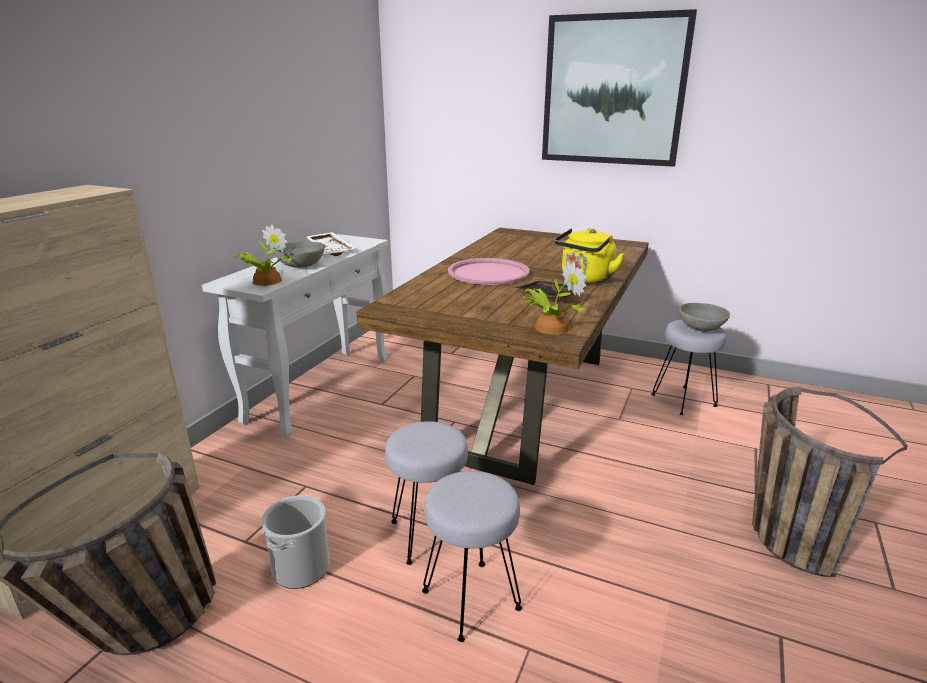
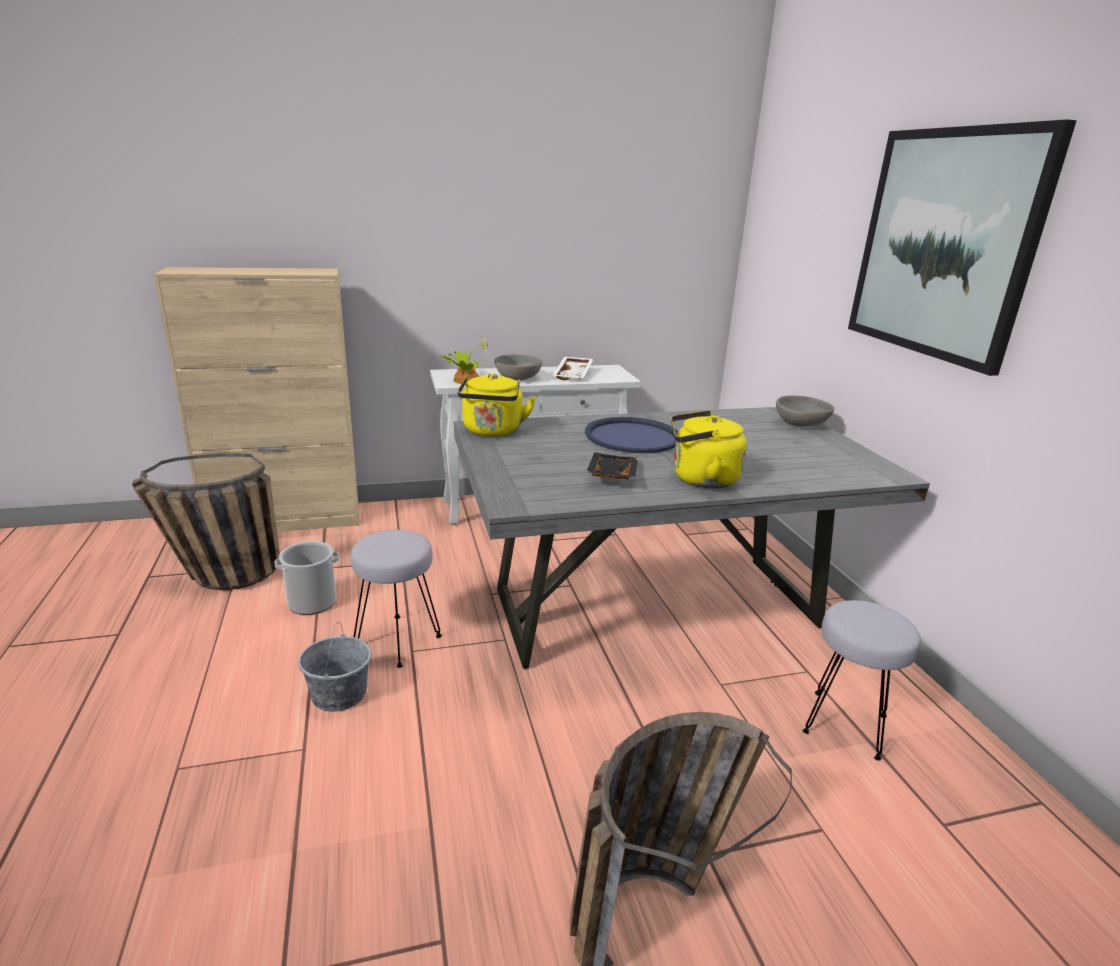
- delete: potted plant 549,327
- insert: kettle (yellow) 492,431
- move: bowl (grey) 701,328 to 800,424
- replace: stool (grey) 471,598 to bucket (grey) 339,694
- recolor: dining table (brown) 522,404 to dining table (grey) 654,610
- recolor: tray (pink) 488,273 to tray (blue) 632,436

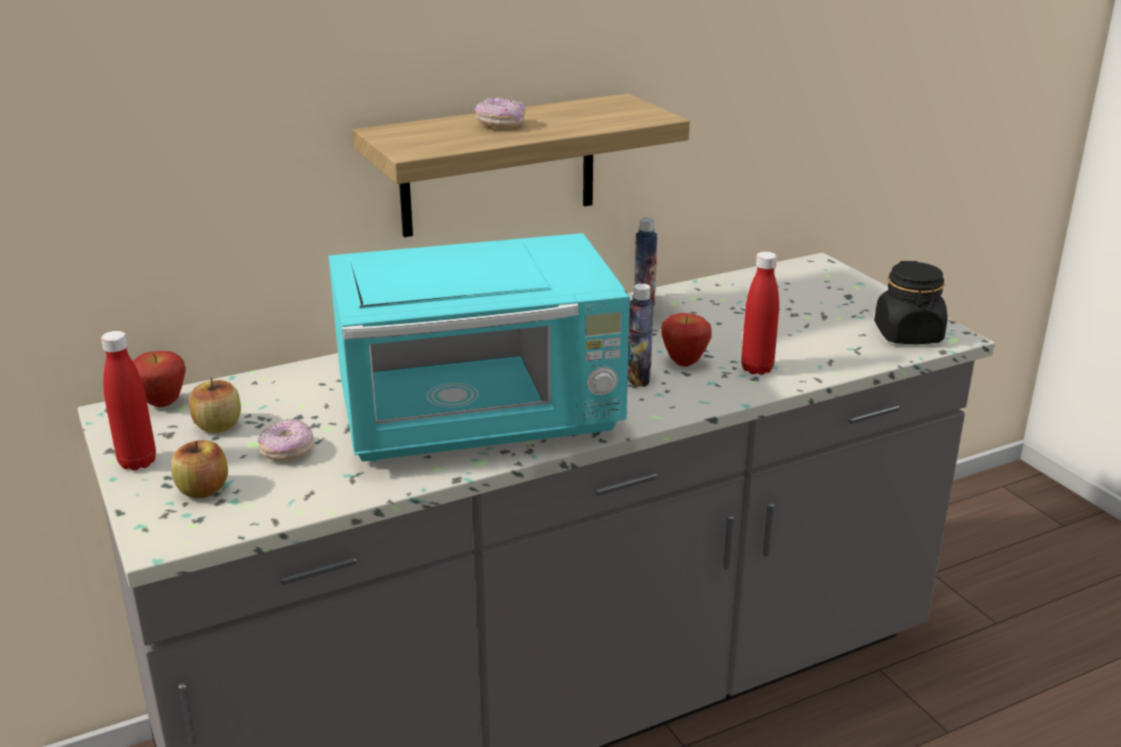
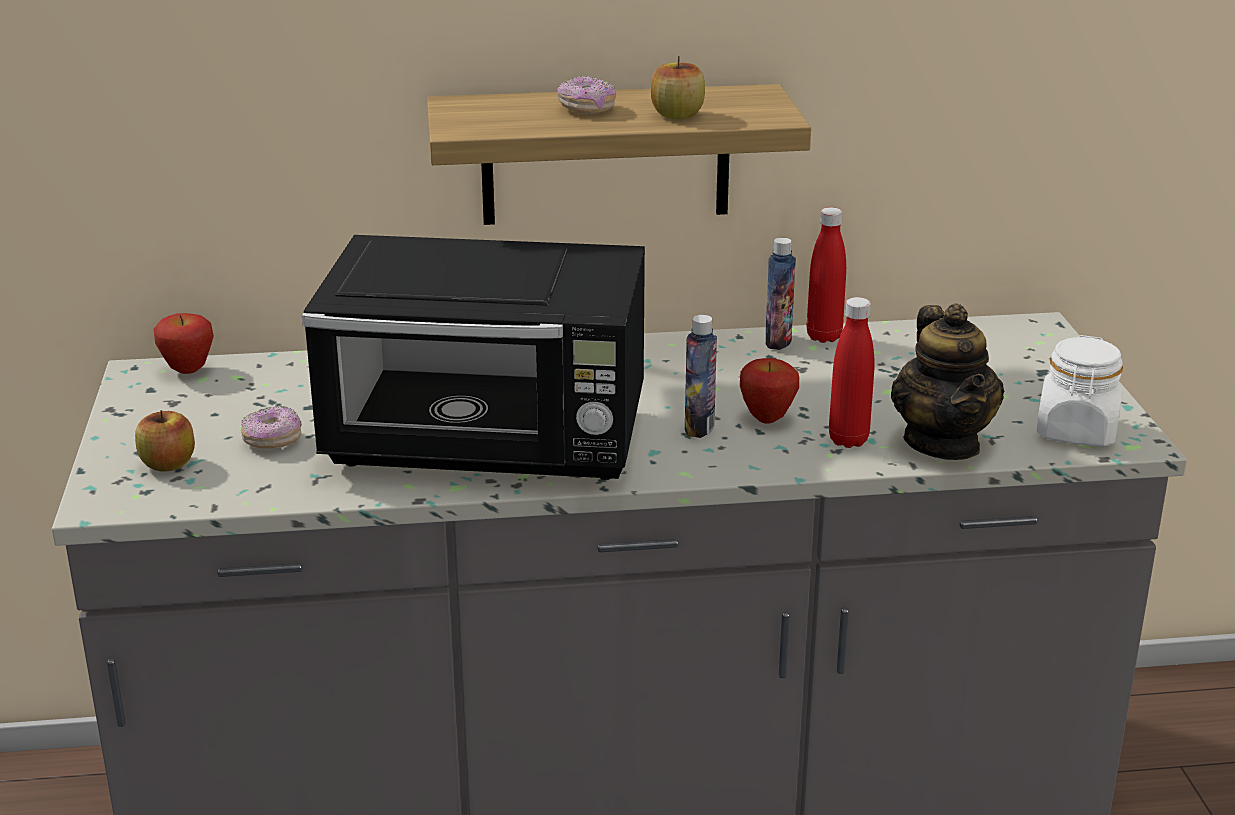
- insert: teapot 943,443
- move: bottle (red) 137,462 to 824,336
- move: apple 218,426 to 677,115
- recolor: microwave (turquoise) 482,421 to microwave (black) 491,444
- recolor: jar (black) 908,335 to jar (white) 1076,431

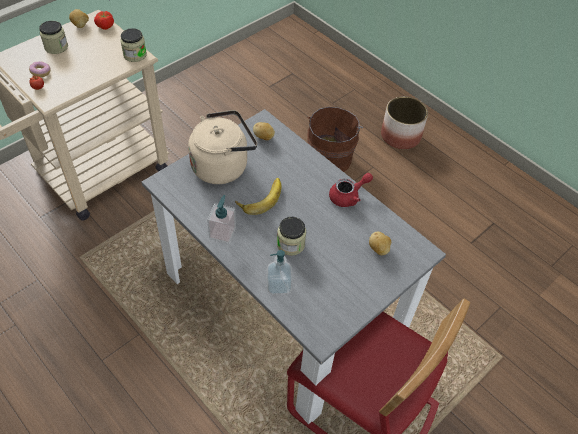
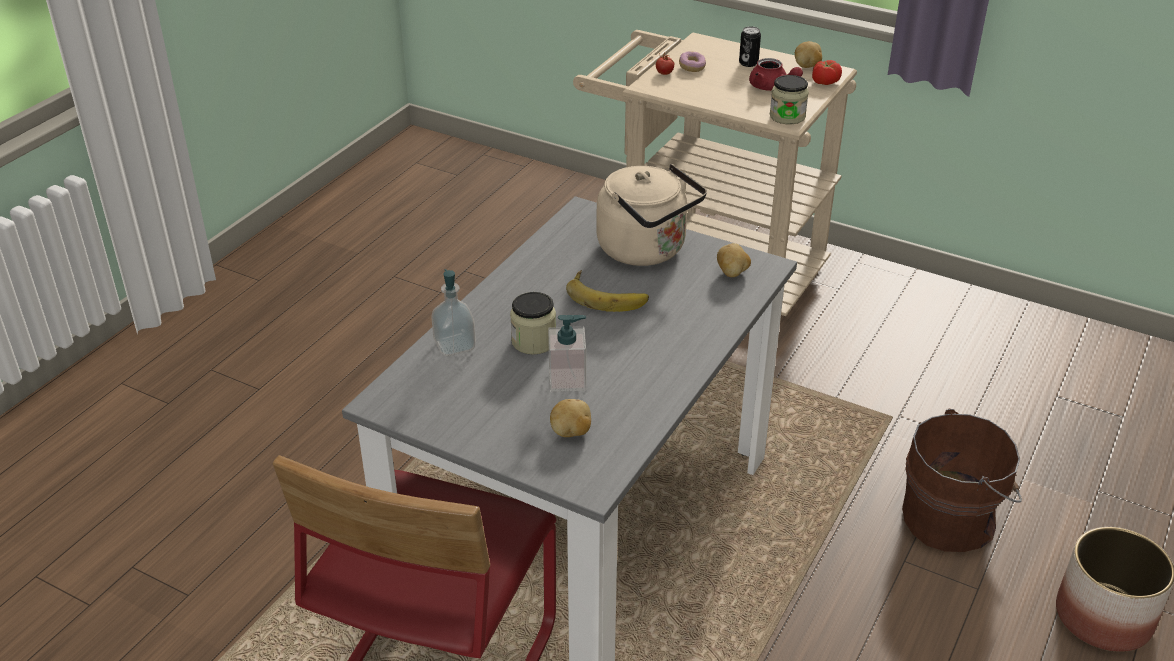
- move: soap dispenser 222,233 to 567,380
- move: teapot (red) 348,196 to 772,87
- replace: jar 56,47 to can 748,63

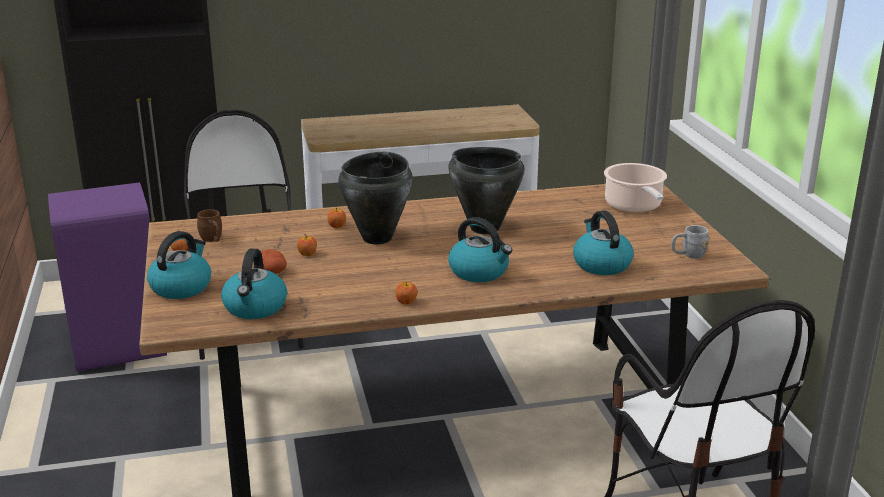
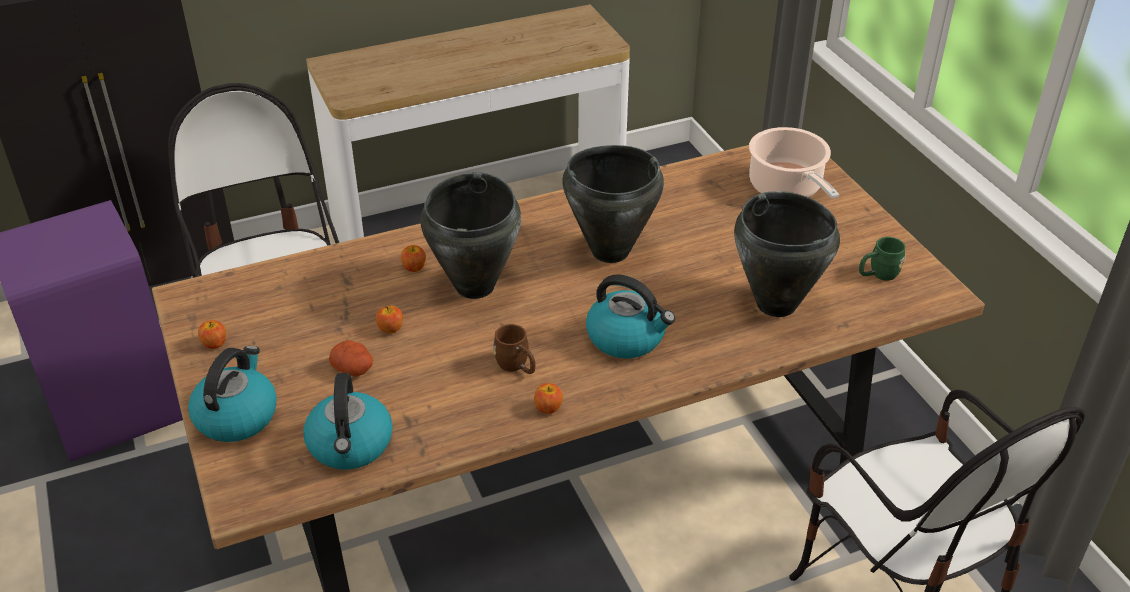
- move: mug (brown) 213,240 to 516,367
- replace: kettle 601,264 to cooking pot (black) 776,305
- recolor: mug (grey) 688,255 to mug (green) 878,275

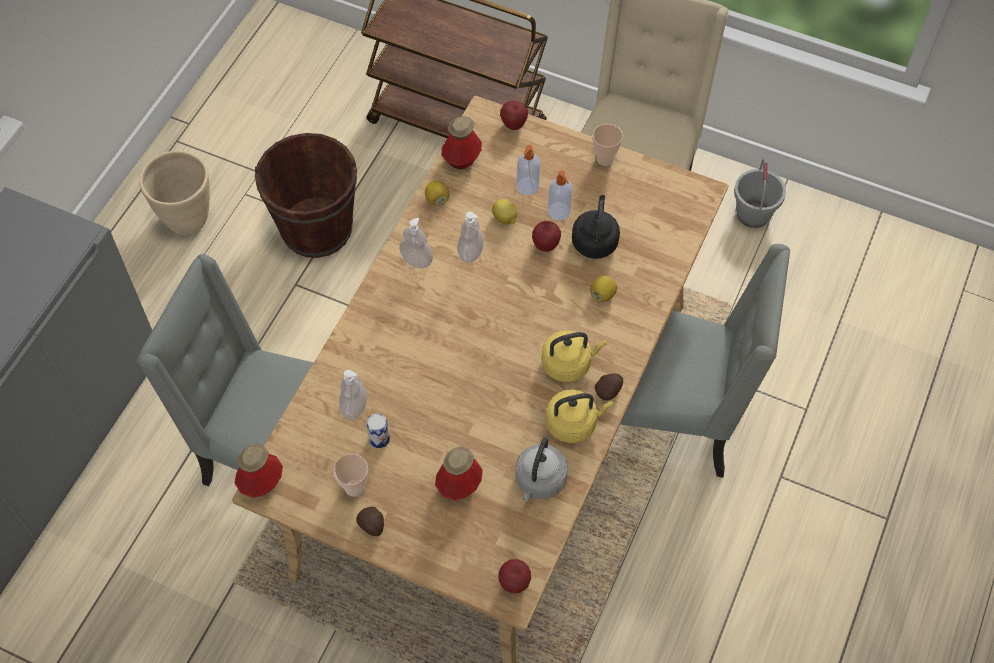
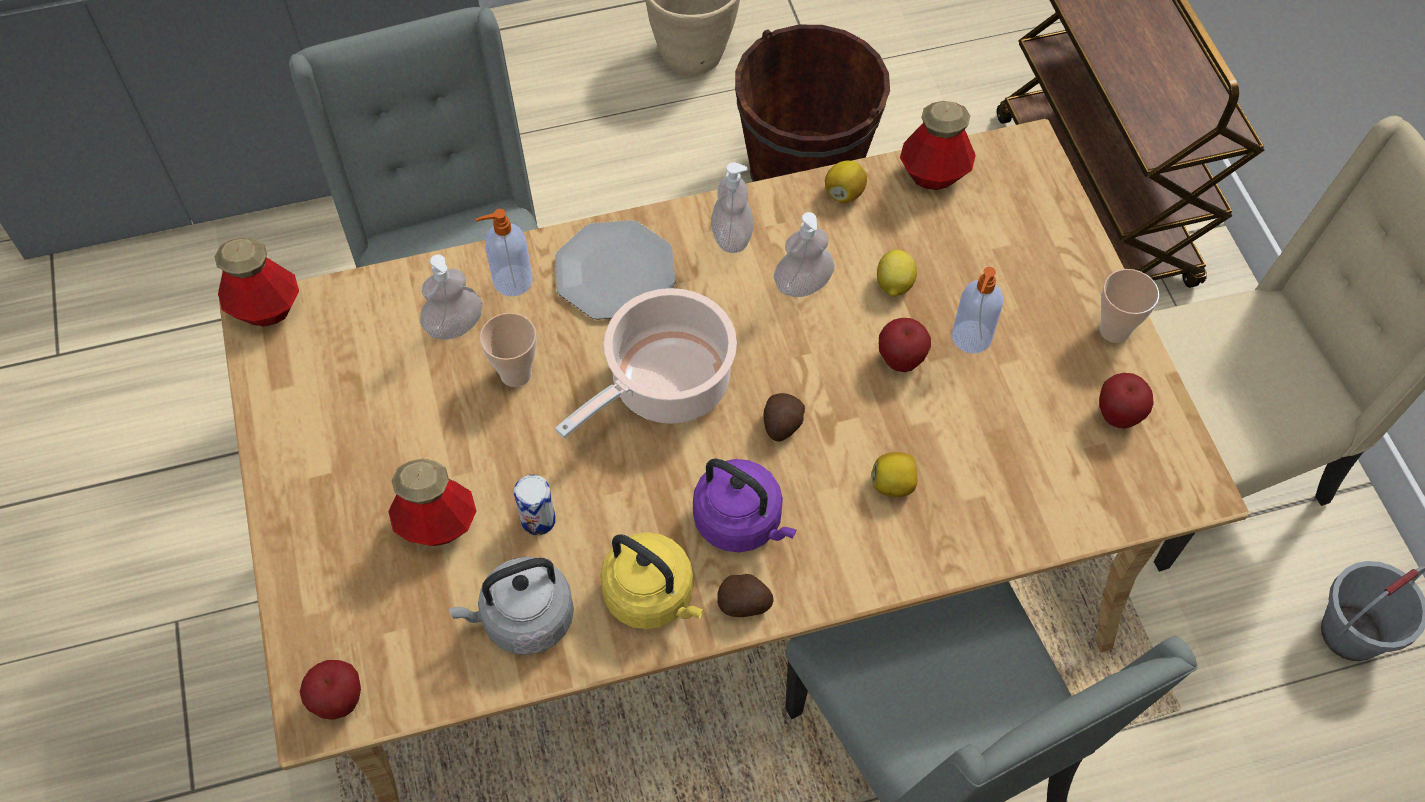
- delete: kettle (black) 595,241
- insert: plate 615,272
- insert: cooking pot 664,386
- move: cup 354,487 to 516,374
- move: potato 372,526 to 781,426
- move: can 379,439 to 538,520
- move: apple 513,125 to 1118,416
- move: soap dispenser 527,187 to 511,281
- recolor: kettle (yellow) 569,364 to kettle (purple) 741,522

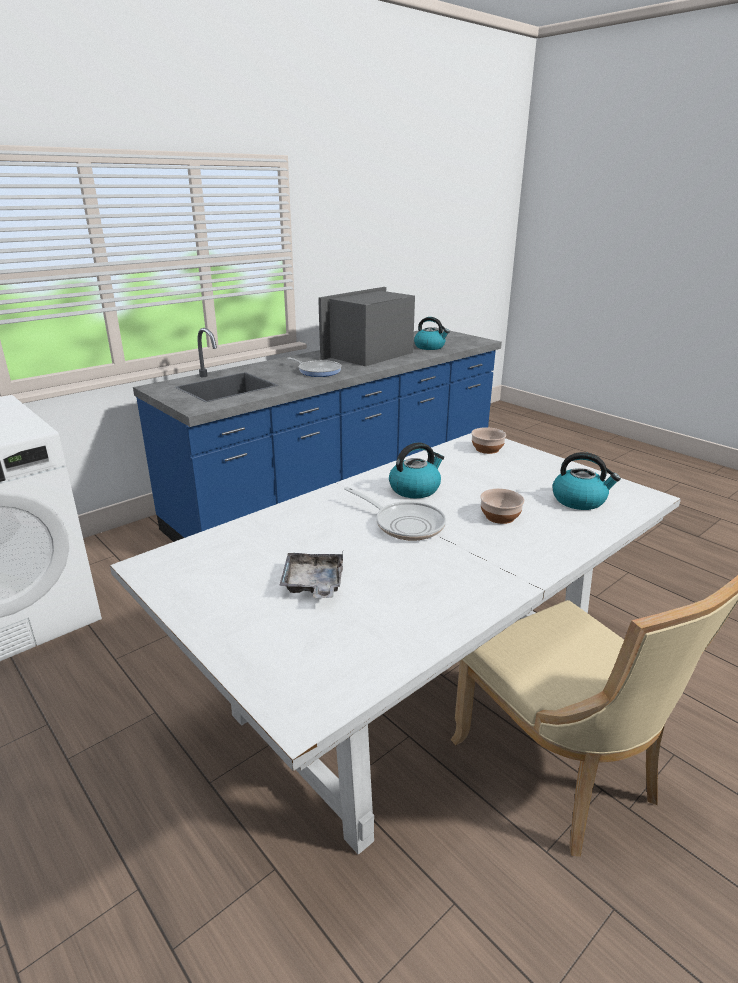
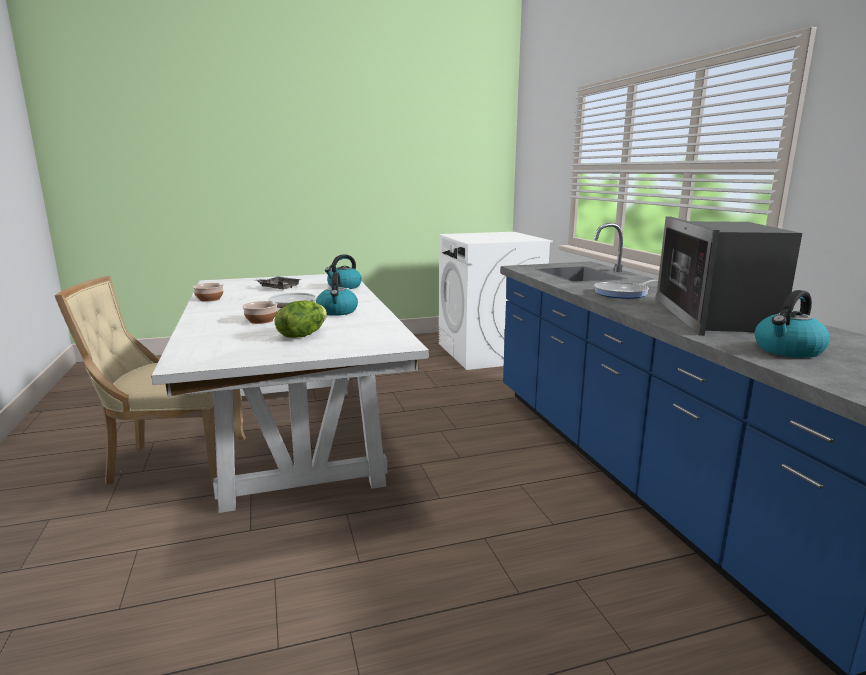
- insert: lettuce 302,335
- move: bowl 487,449 to 209,299
- move: kettle 579,500 to 344,287
- rotate: microwave 370,354 = 714,316 150 degrees counterclockwise

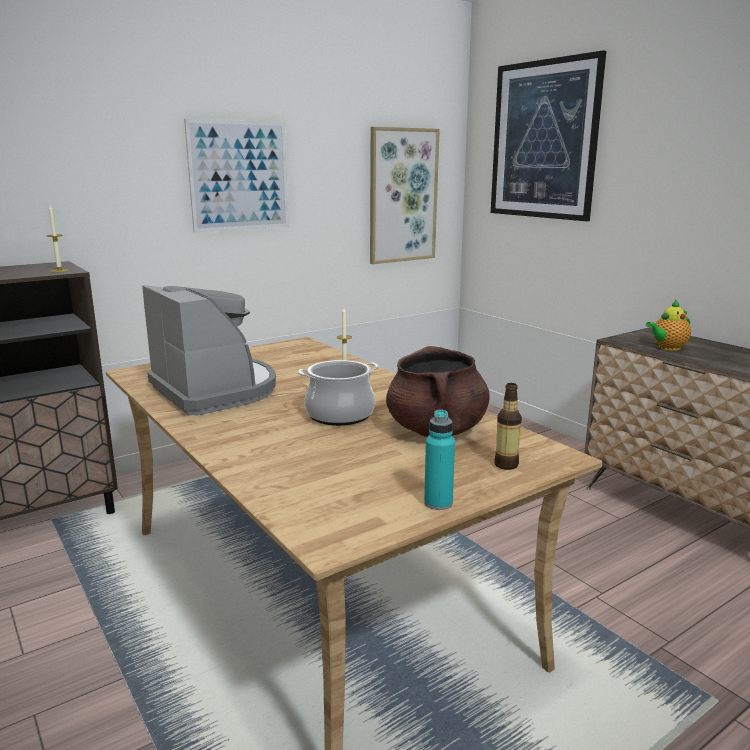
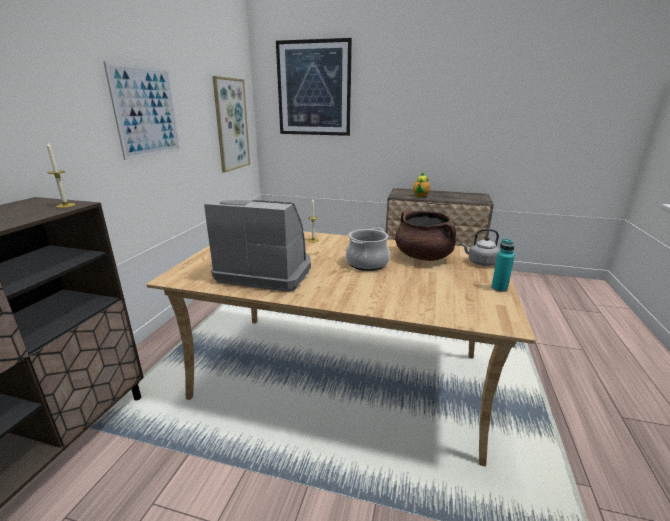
- replace: bottle 506,465 to kettle (grey) 480,262

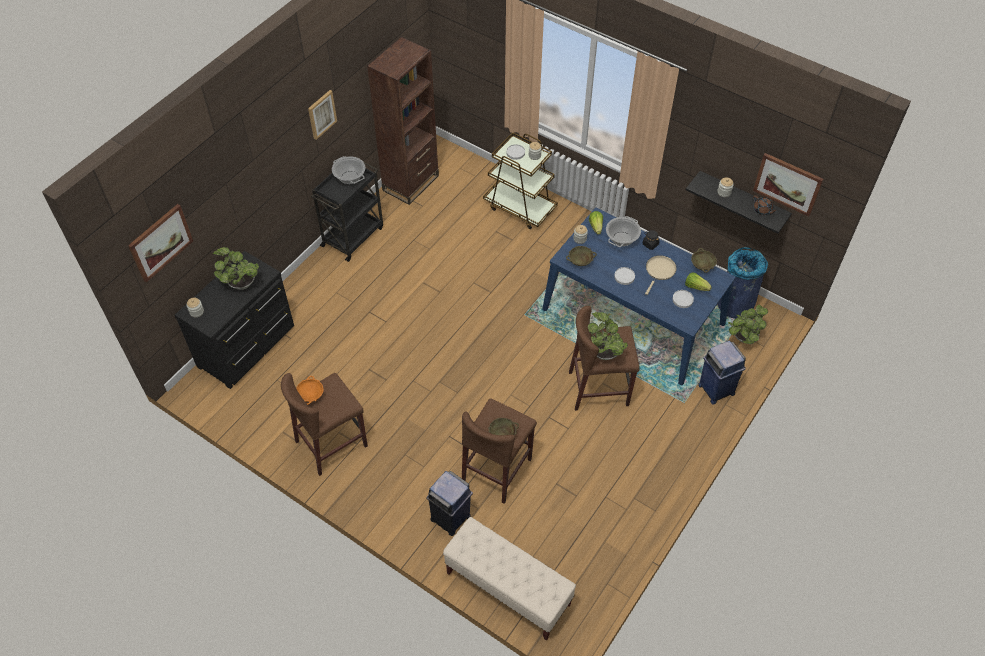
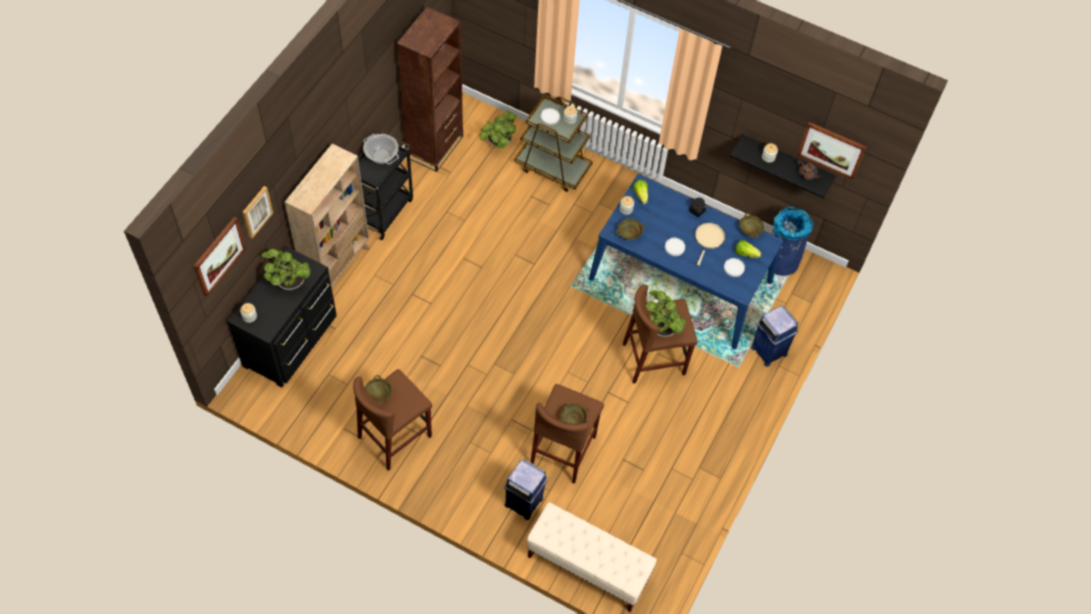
- delete: cooking pot 622,239
- insert: bookcase (beige) 338,267
- move: picture 321,114 to 256,211
- move: potted plant 742,338 to 498,144
- recolor: bowl (orange) 311,395 to bowl (beige) 379,395

